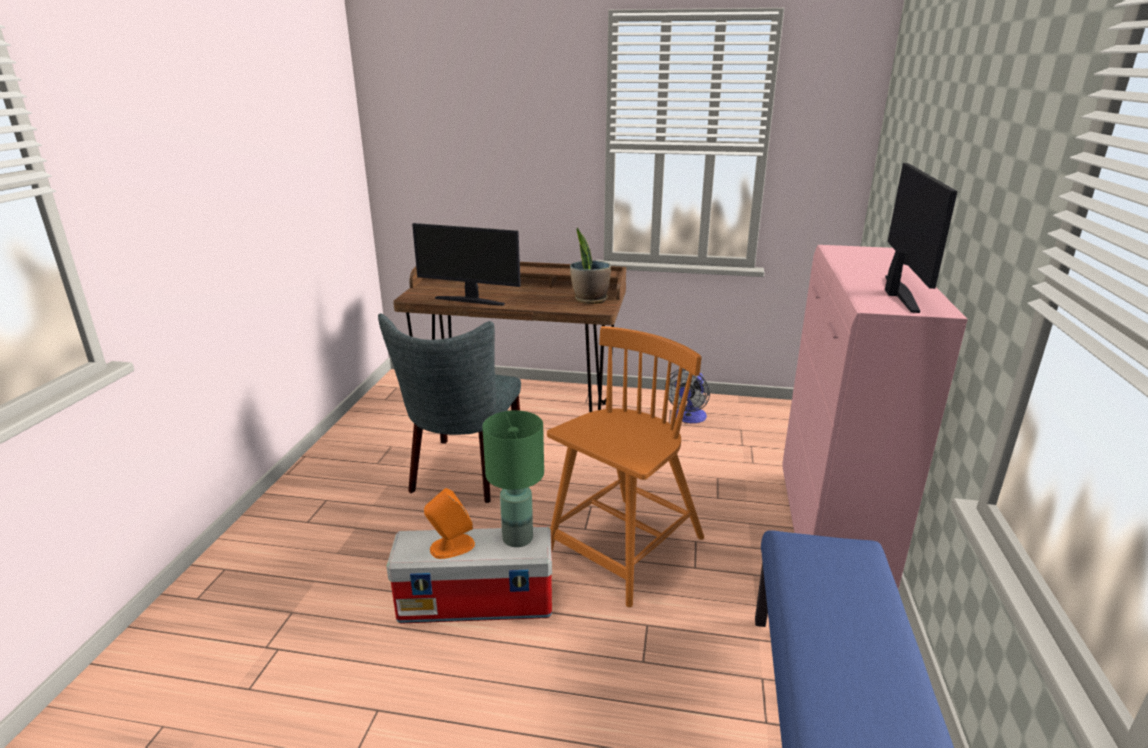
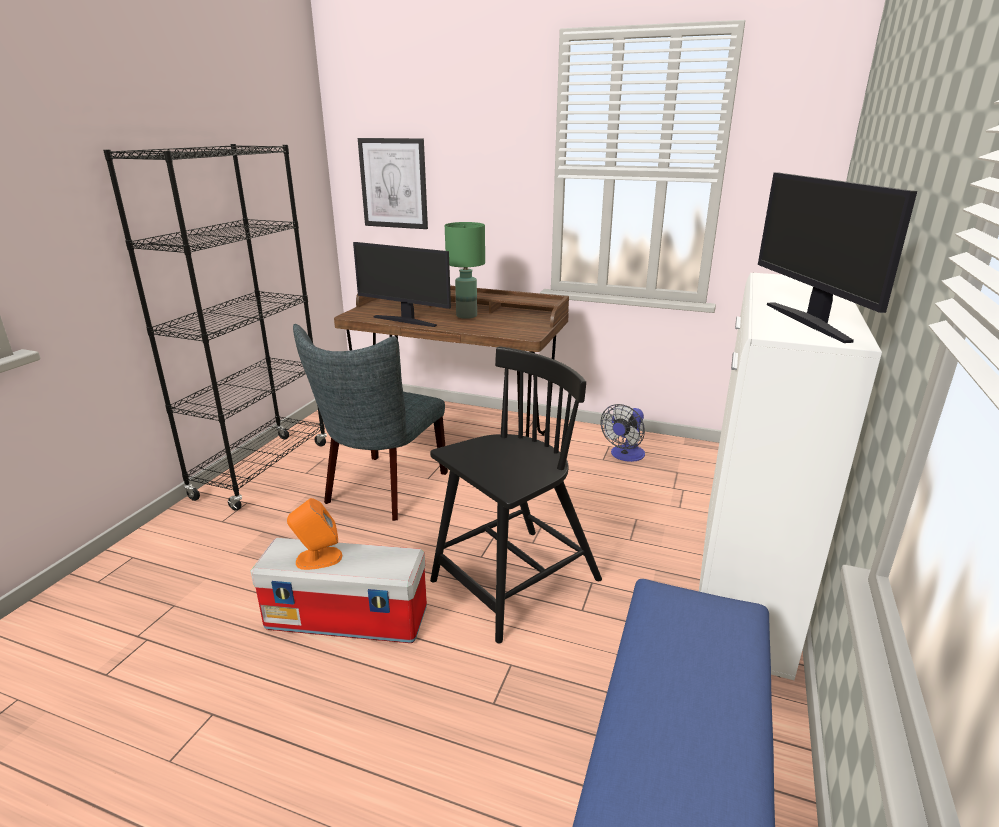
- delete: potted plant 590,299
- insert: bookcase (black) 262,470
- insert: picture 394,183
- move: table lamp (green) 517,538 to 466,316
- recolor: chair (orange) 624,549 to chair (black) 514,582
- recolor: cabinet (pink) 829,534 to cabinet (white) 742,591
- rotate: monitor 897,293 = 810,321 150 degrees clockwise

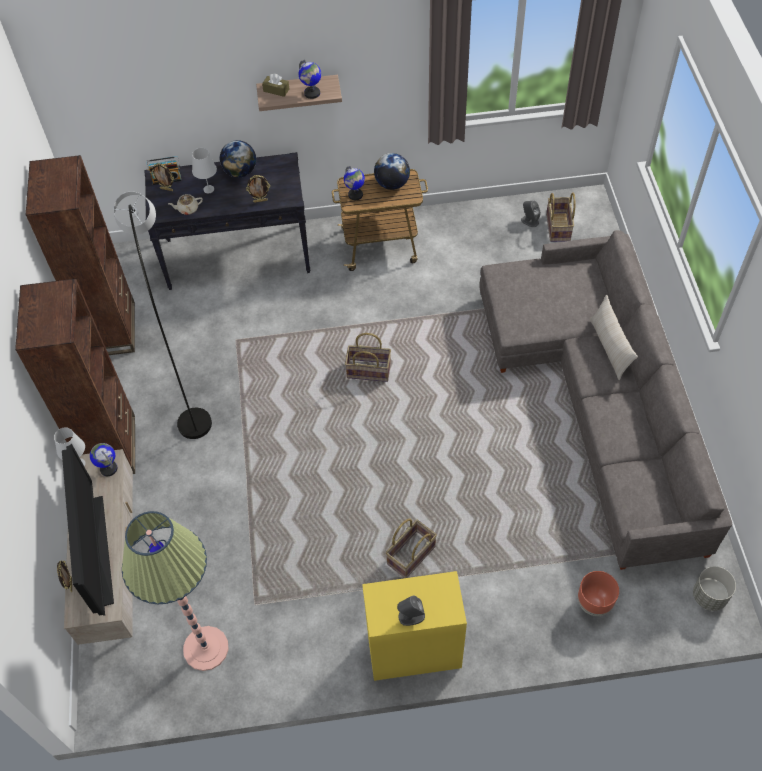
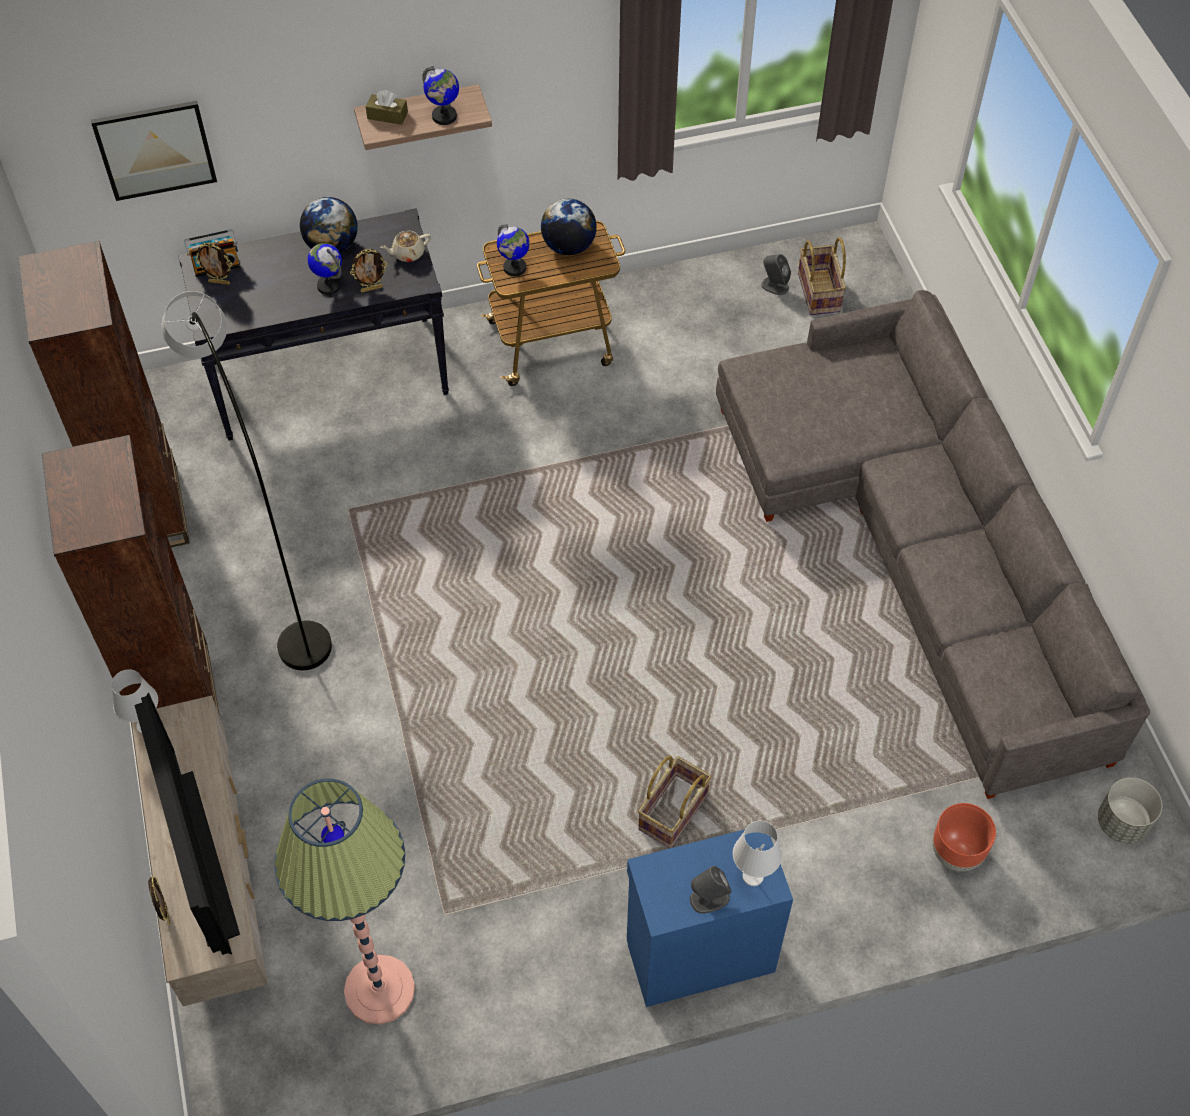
- delete: basket 369,370
- delete: pillow (beige) 609,348
- insert: picture 155,149
- move: globe 108,468 to 329,285
- move: teapot (beige) 187,209 to 407,253
- move: table lamp (white) 208,189 to 752,875
- recolor: cabinet (yellow) 413,649 to cabinet (blue) 698,953

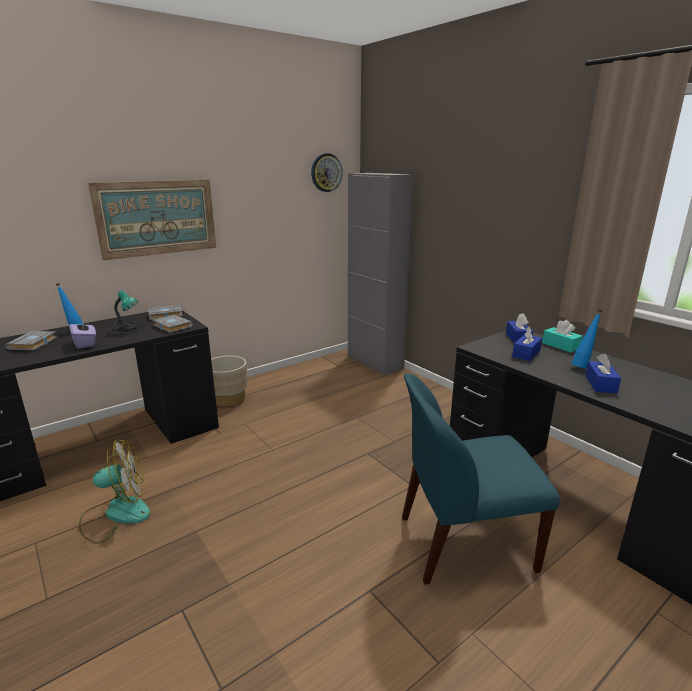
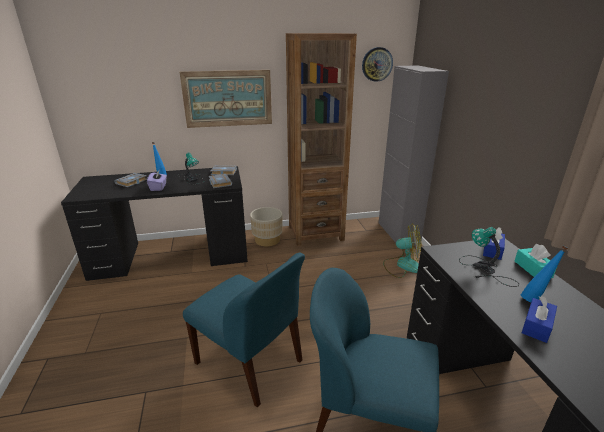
- insert: chair (blue) 250,363
- insert: bookcase (brown) 315,233
- move: fan 116,514 to 402,265
- replace: tissue box (blue) 526,354 to table lamp 485,270

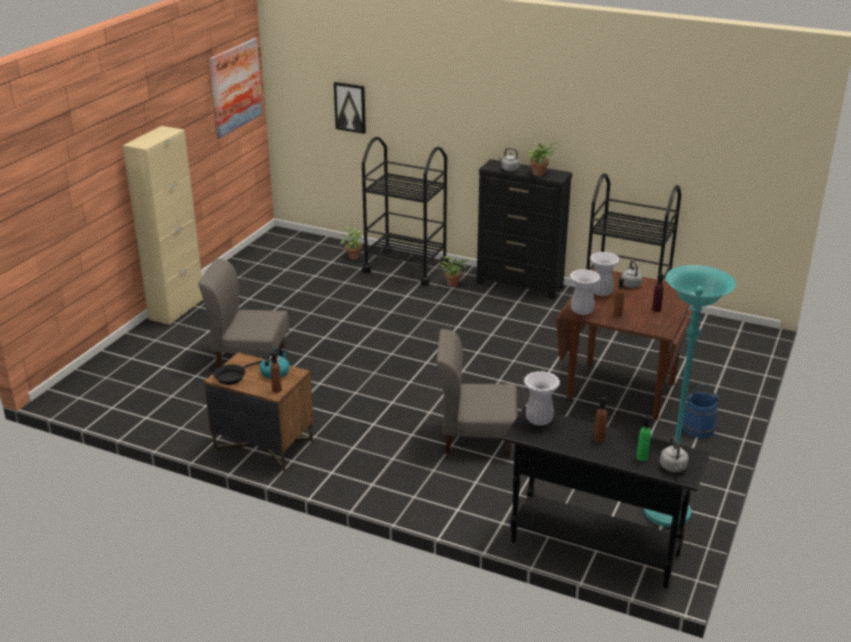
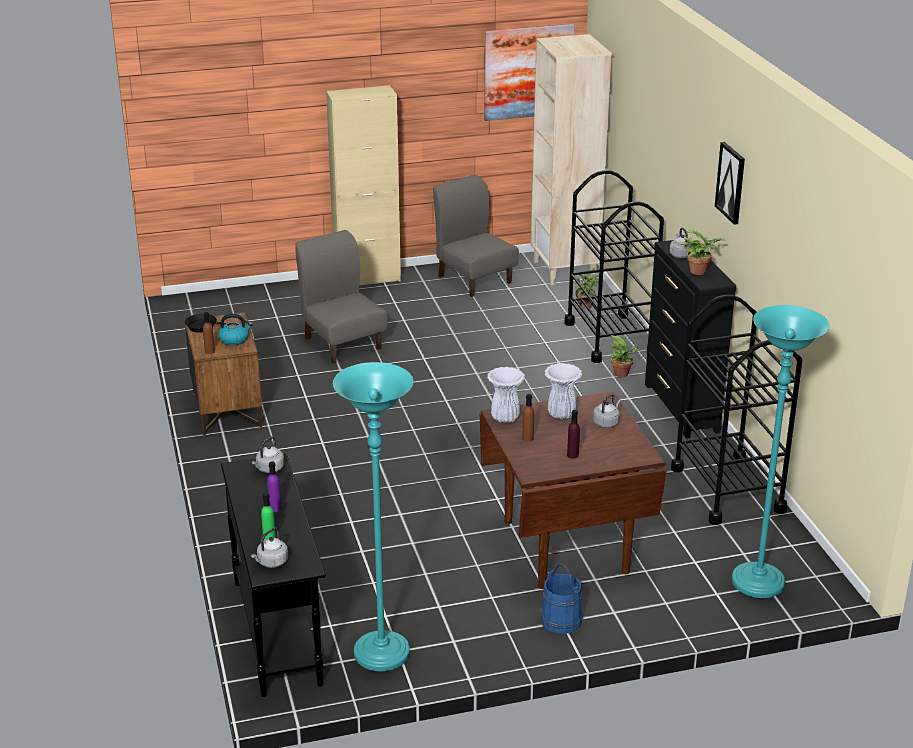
- insert: bookcase (beige) 565,270
- insert: floor lamp (turquoise) 758,583
- move: picture 350,107 to 731,182
- move: chair (grey) 476,437 to 474,279
- replace: vase (white) 539,420 to kettle (grey) 269,469
- recolor: bottle (brown) 599,439 to bottle (purple) 275,508

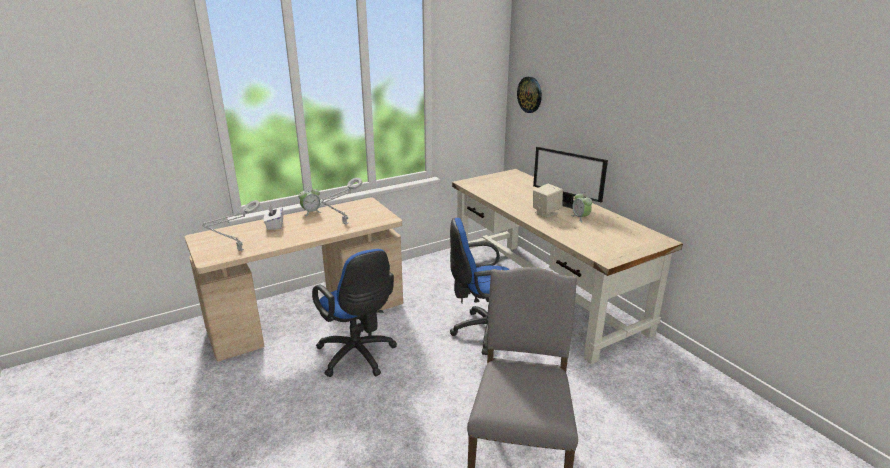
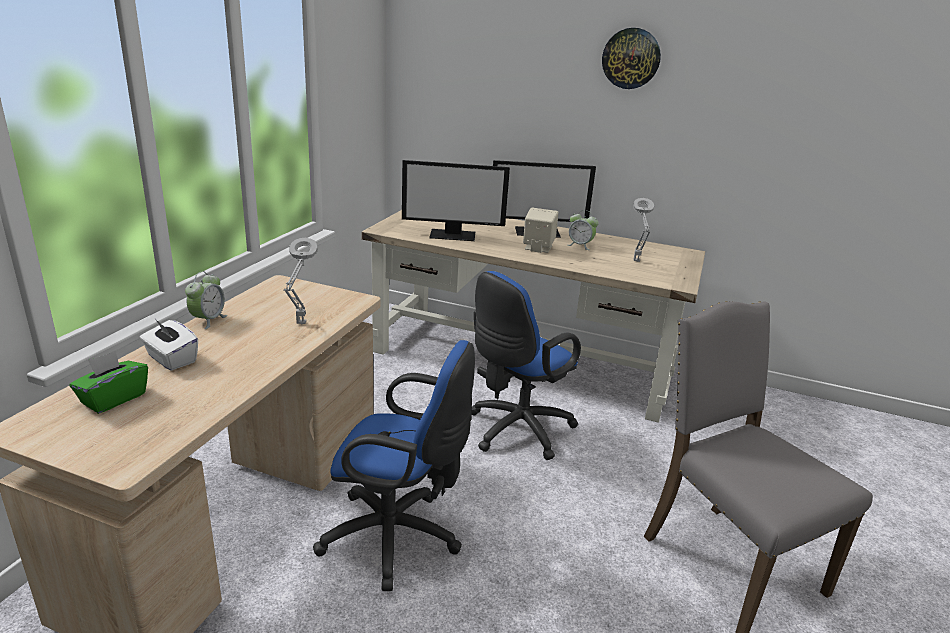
- insert: tissue box (green) 113,399
- insert: monitor 453,235
- move: table lamp (grey) 238,251 to 636,262
- move: wall clock 530,94 to 631,58

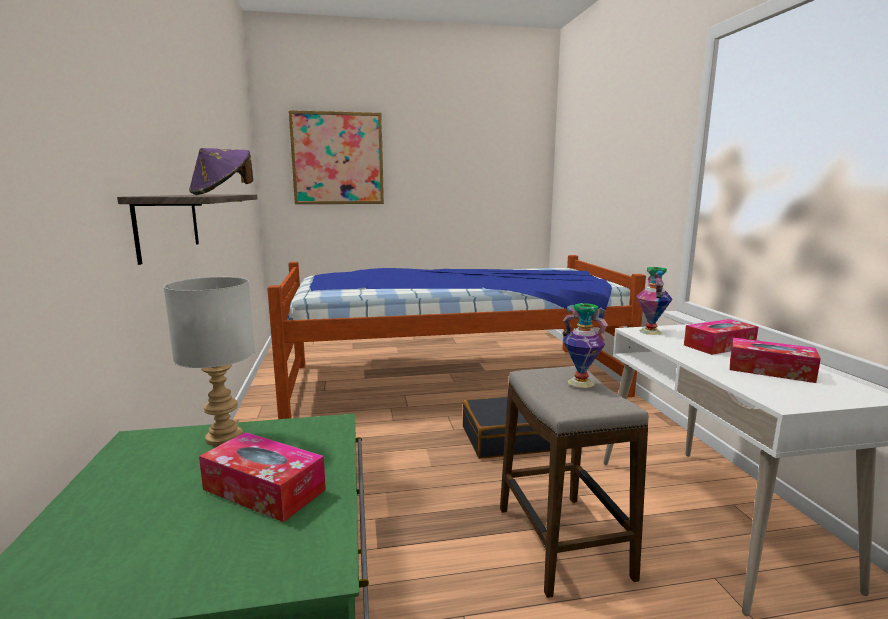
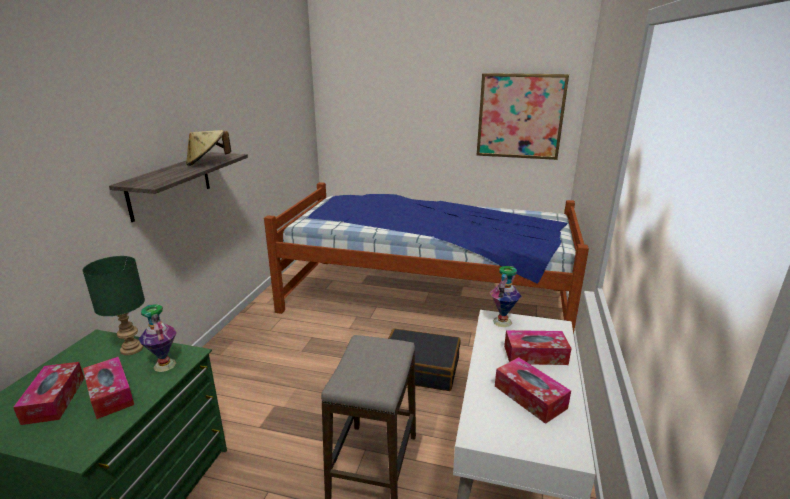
- insert: tissue box 54,400
- move: picture 337,158 to 520,116
- move: vase 580,383 to 164,365
- recolor: table lamp (grey) 225,436 to table lamp (green) 133,349
- recolor: hat (purple) 222,194 to hat (beige) 208,163

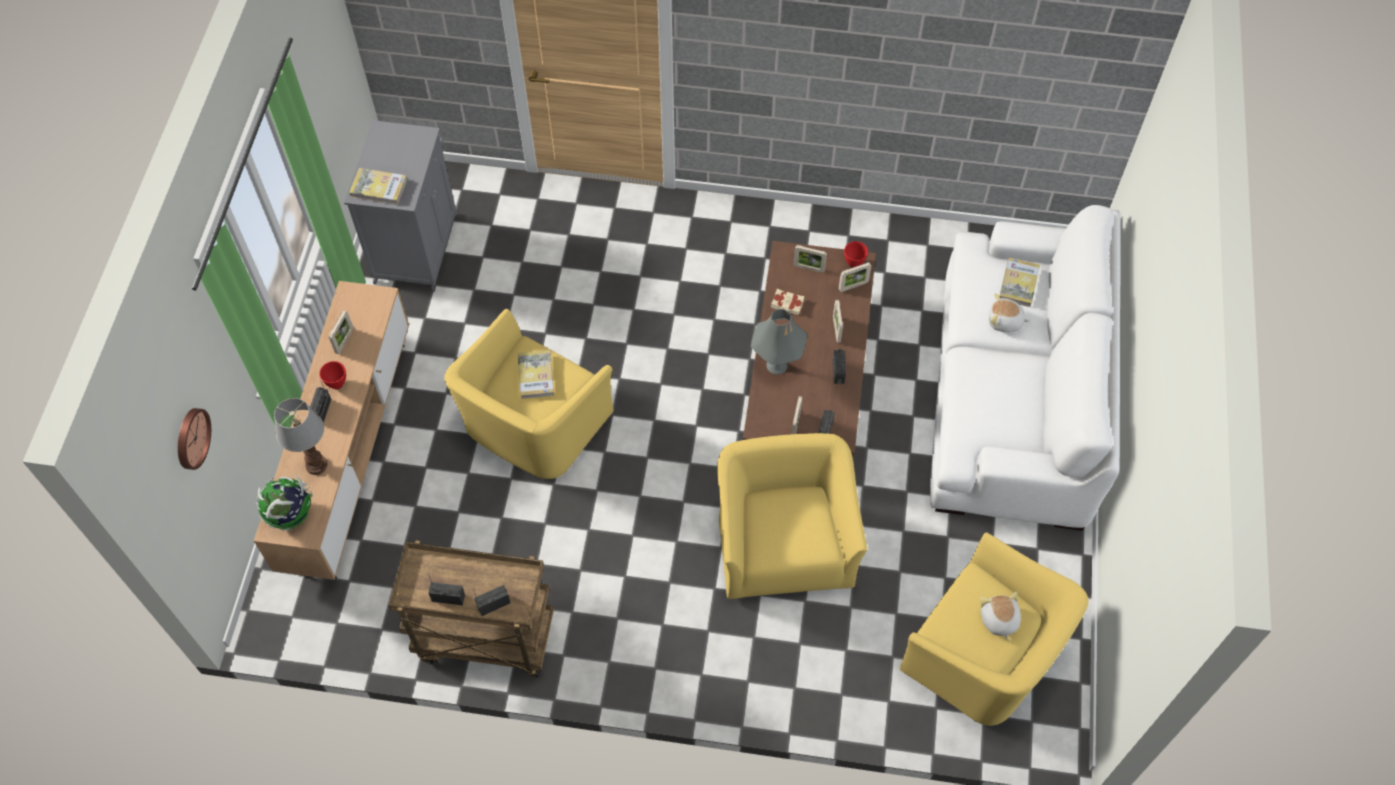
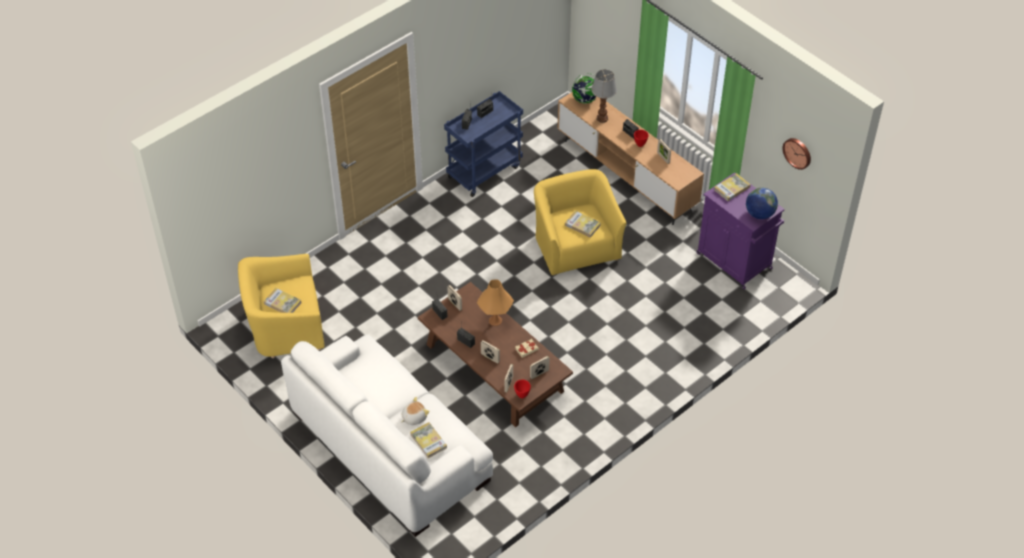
- delete: armchair (yellow) 783,544
- insert: globe 759,214
- move: wall clock 191,438 to 798,152
- replace: plush toy 998,620 to book 282,303
- recolor: cabinet (grey) 416,246 to cabinet (purple) 735,262
- recolor: cart (brown) 483,639 to cart (blue) 484,170
- recolor: table lamp (grey) 777,365 to table lamp (orange) 495,320

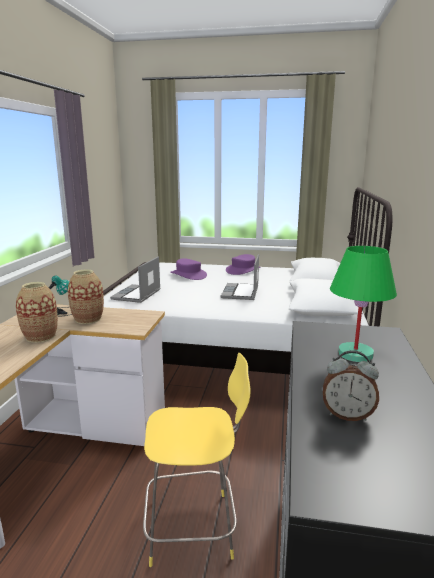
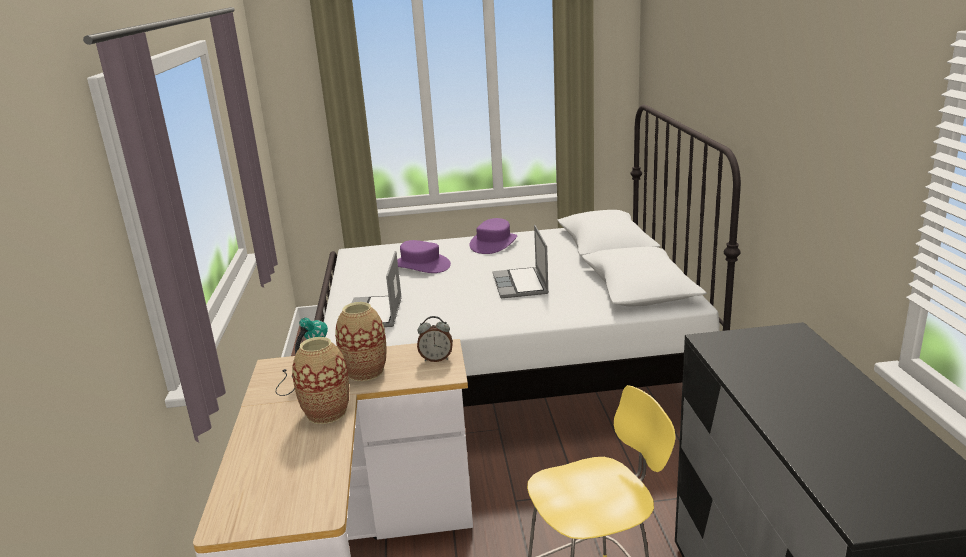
- delete: table lamp (green) 356,354
- move: alarm clock 347,415 to 436,359

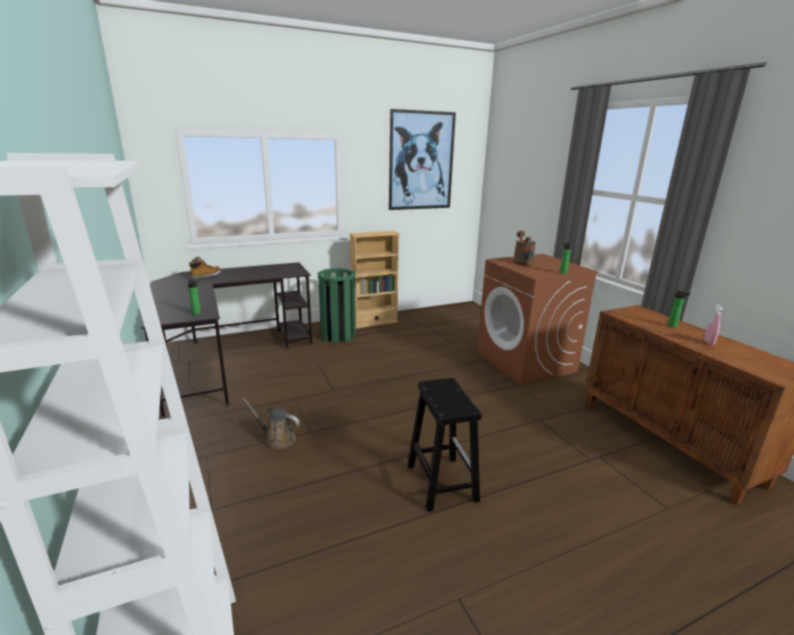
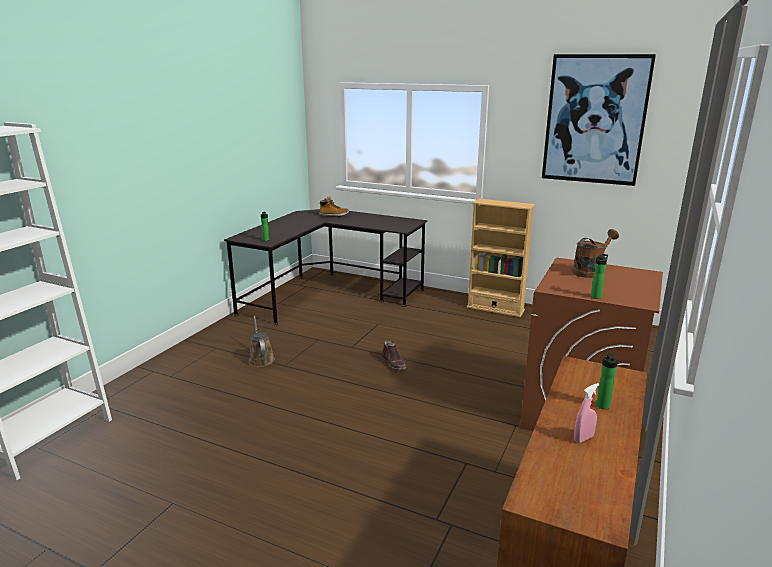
- delete: trash can (green) 338,335
- delete: stool (black) 441,482
- insert: boot (brown) 394,363

